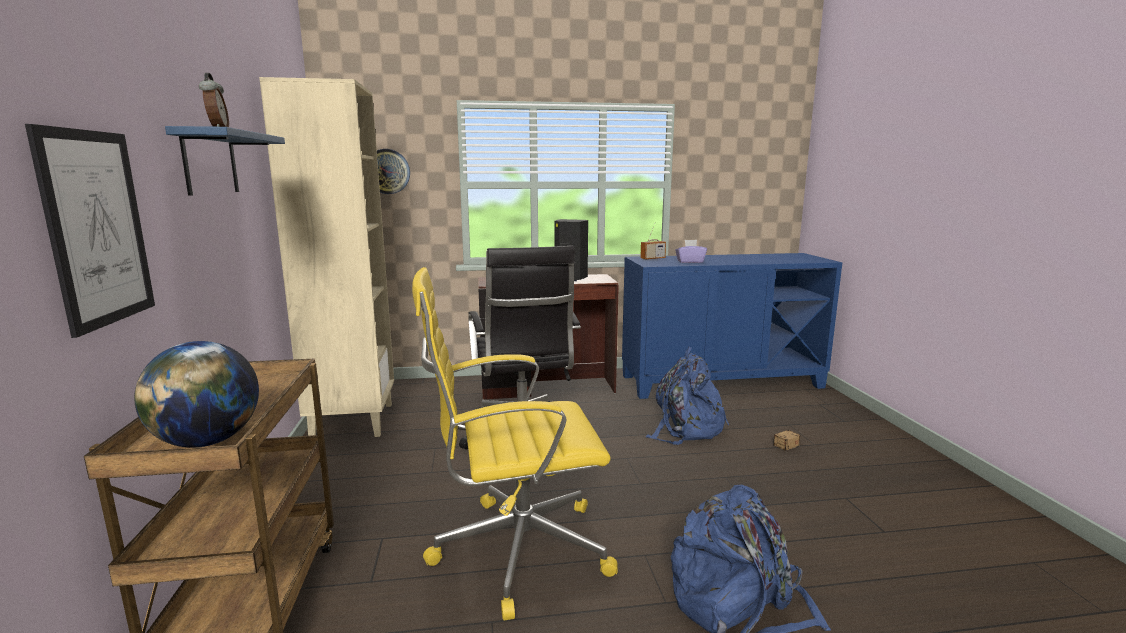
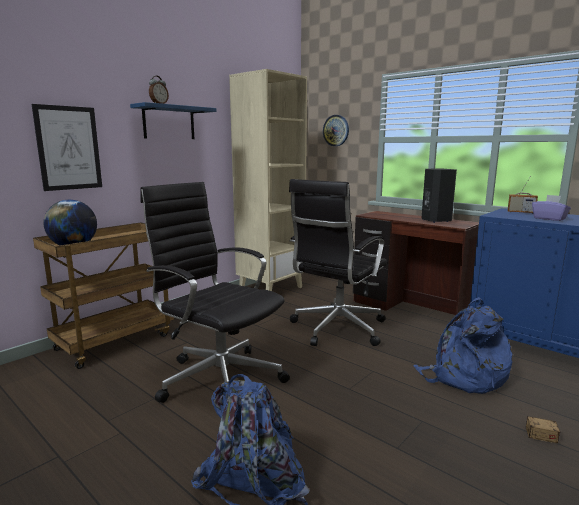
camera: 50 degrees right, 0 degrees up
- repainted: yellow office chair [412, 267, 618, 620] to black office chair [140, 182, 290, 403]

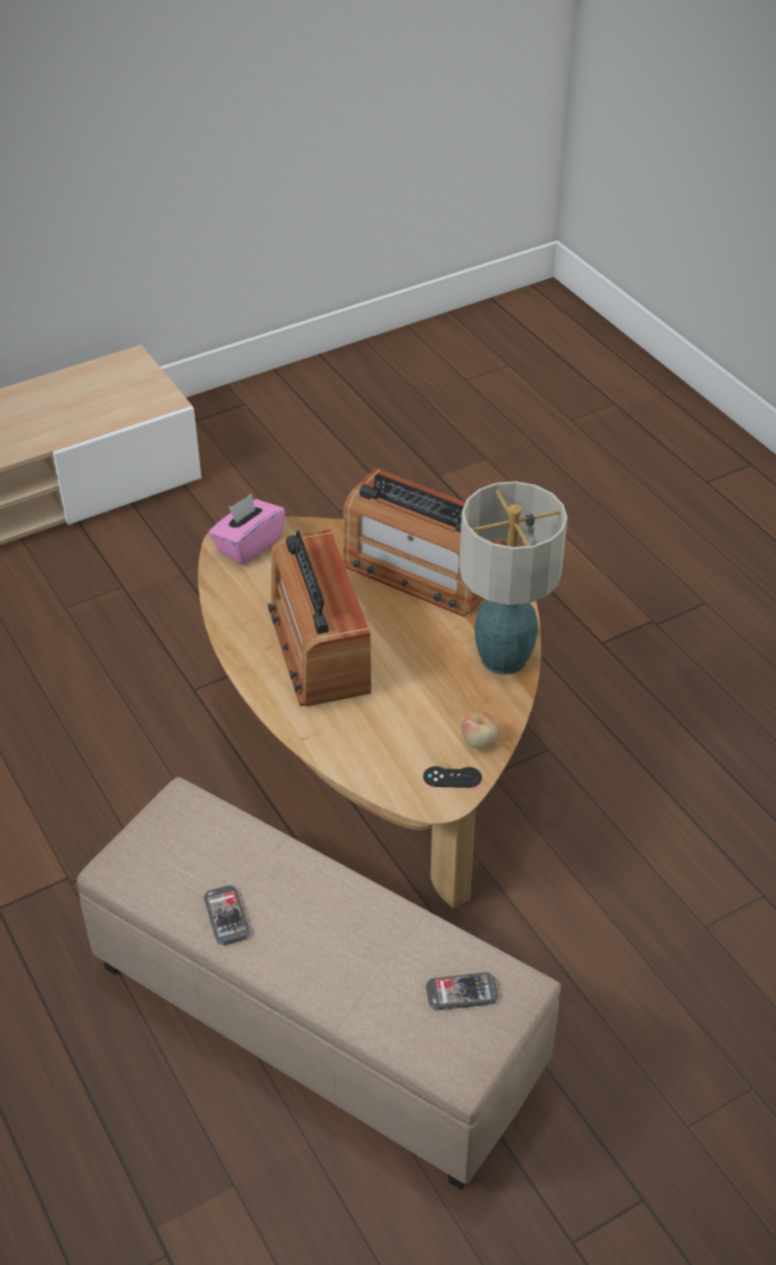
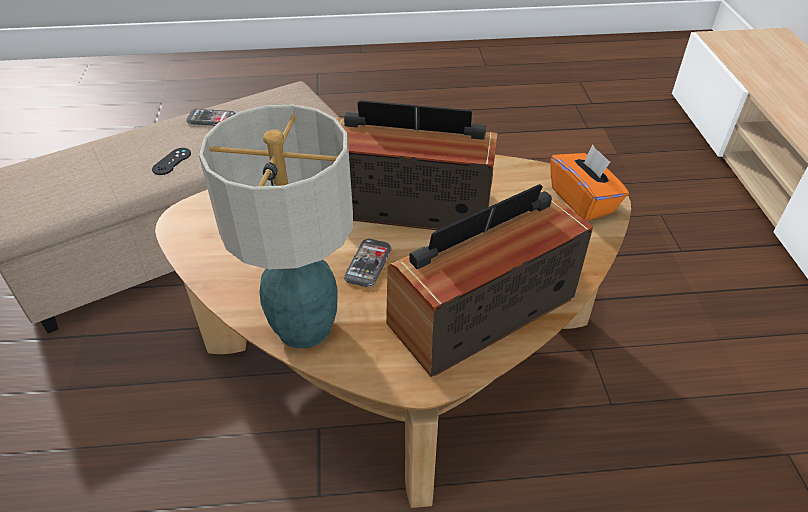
camera: 115 degrees right, 0 degrees up
- repainted: pink tissue box [209, 493, 285, 565] to orange tissue box [550, 144, 629, 221]
- gone: apple [461, 712, 498, 748]
- shifted: black game controller [423, 766, 482, 788] to [152, 148, 191, 175]
- shifted: phone [426, 972, 498, 1010] to [344, 239, 392, 287]

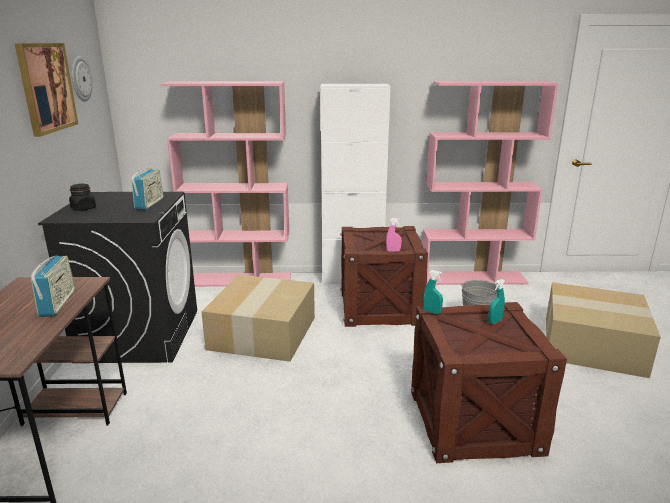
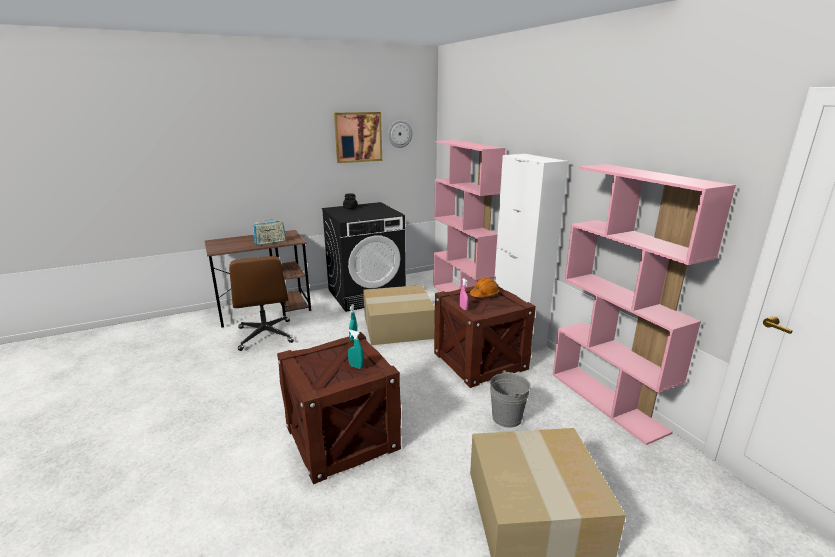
camera: 65 degrees right, 0 degrees up
- gone: radio [131, 169, 163, 210]
- new: brown office chair [229, 256, 294, 351]
- new: orange hard hat [470, 277, 499, 298]

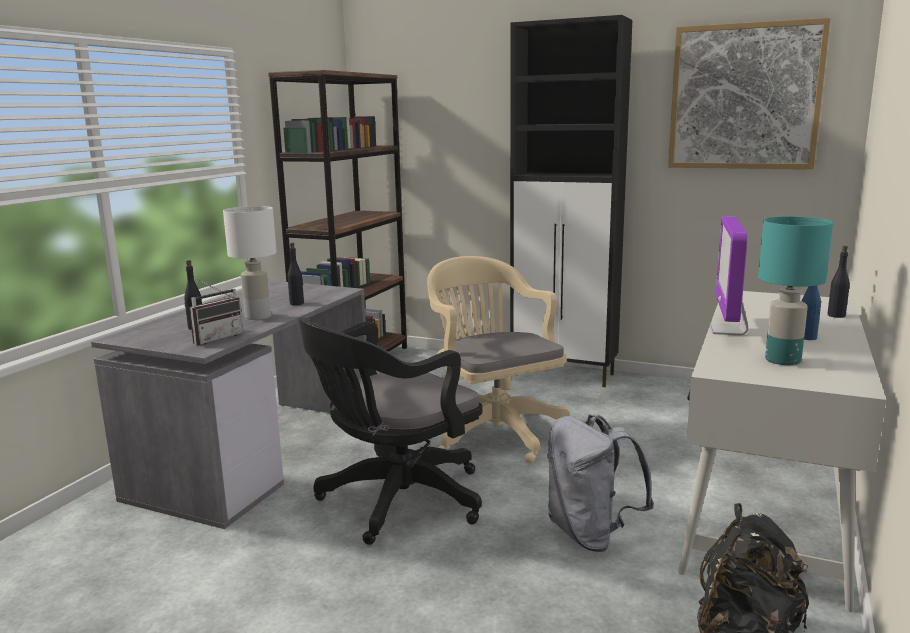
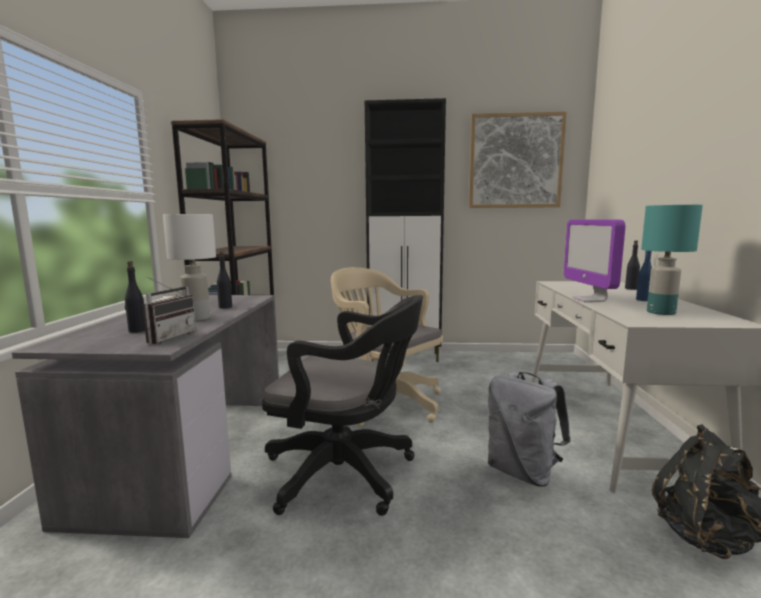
camera: 20 degrees left, 5 degrees down
- rotated: black office chair [298, 318, 483, 545] = [262, 295, 423, 516] 105 degrees counterclockwise

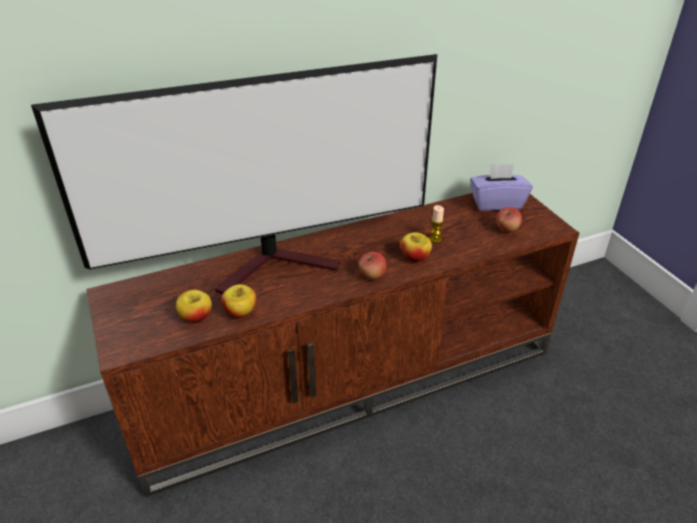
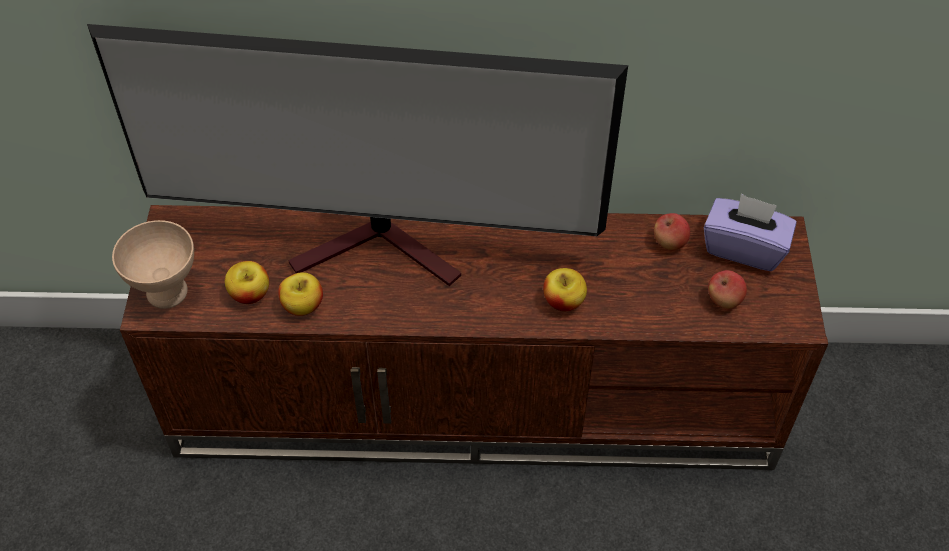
camera: 25 degrees right, 15 degrees up
- gone: candle [429, 205, 444, 243]
- shifted: apple [359, 252, 387, 280] to [654, 213, 690, 250]
- new: beige bowl [112, 220, 194, 309]

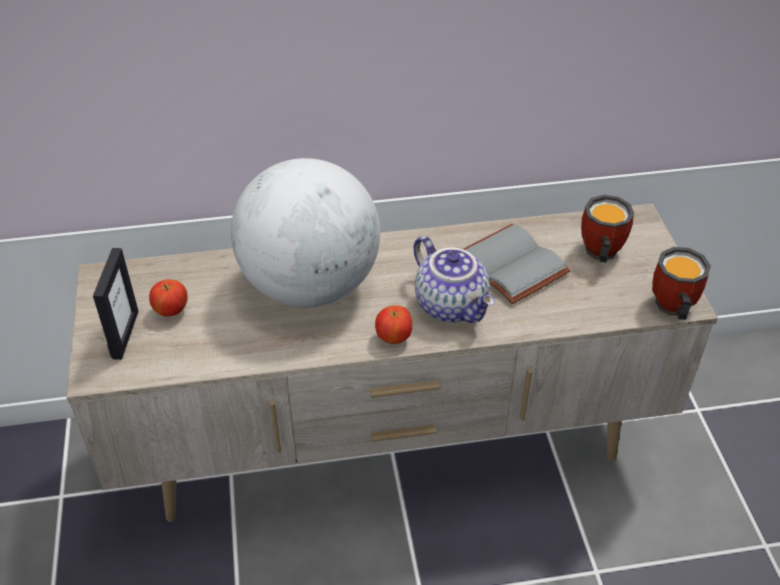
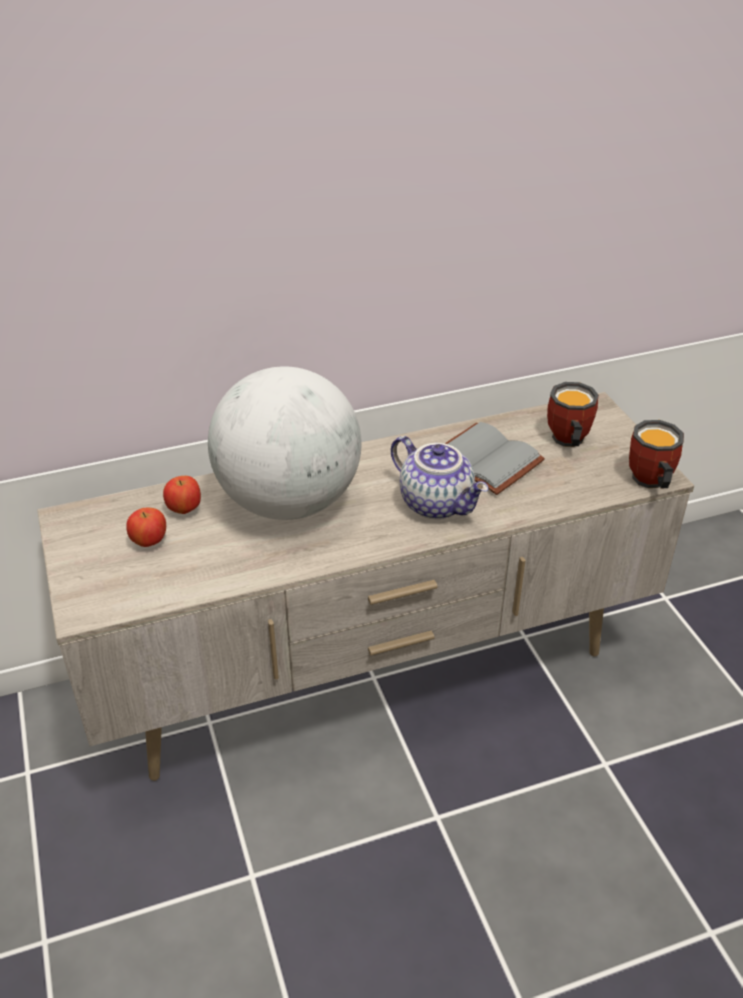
camera: 10 degrees left, 5 degrees down
- gone: picture frame [93, 248, 139, 360]
- shifted: apple [375, 305, 412, 344] to [163, 476, 201, 514]

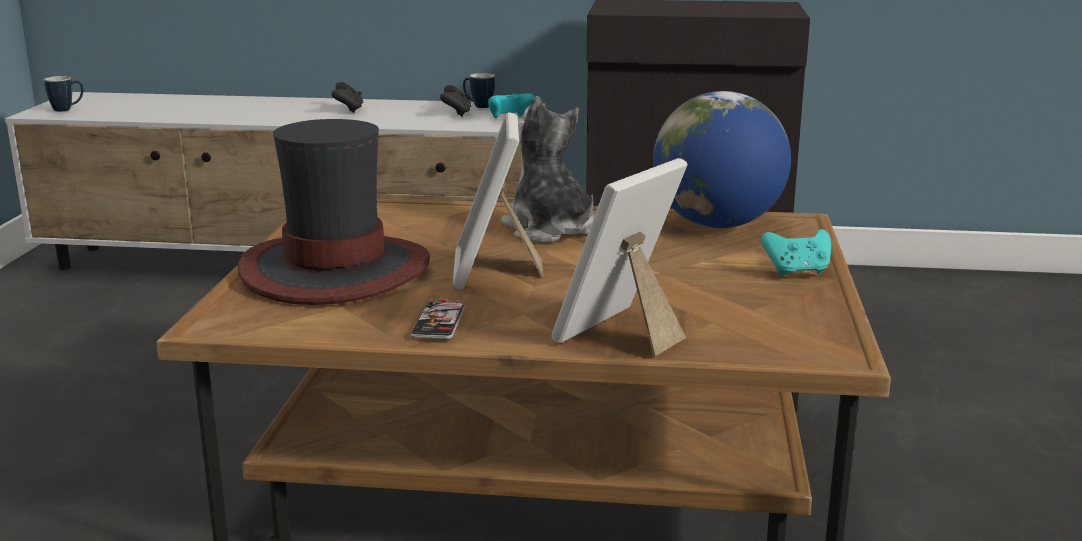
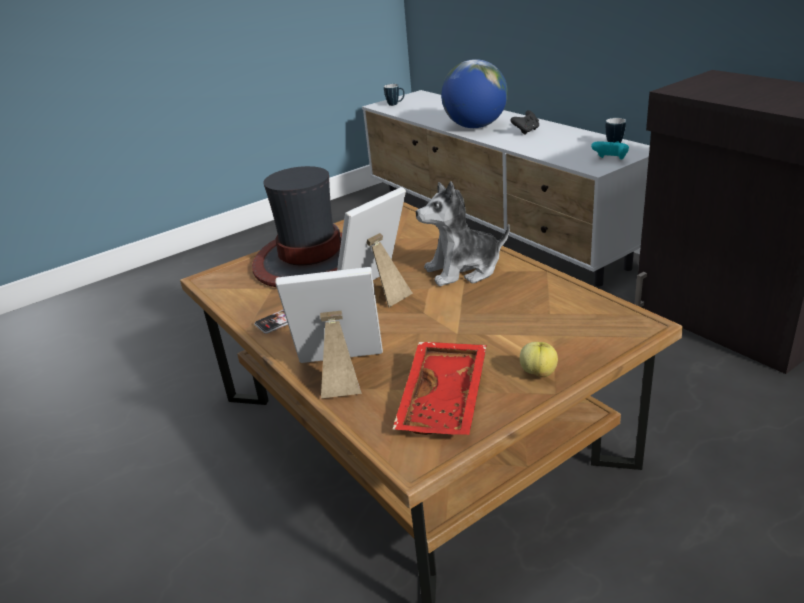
camera: 50 degrees right, 10 degrees up
- gone: black game controller [440, 85, 471, 117]
- shifted: globe [653, 91, 791, 228] to [441, 59, 508, 128]
- rotated: plush toy [501, 96, 594, 243] = [416, 181, 510, 286] 120 degrees counterclockwise
- swapped: turquoise game controller [761, 229, 831, 277] to apple [520, 342, 558, 377]
- new: red tray [392, 342, 487, 435]

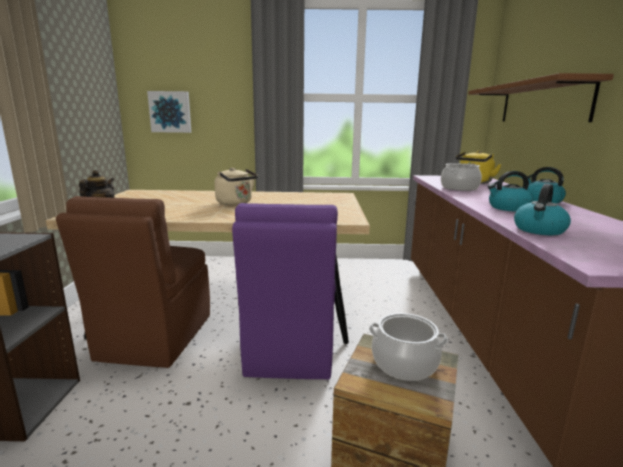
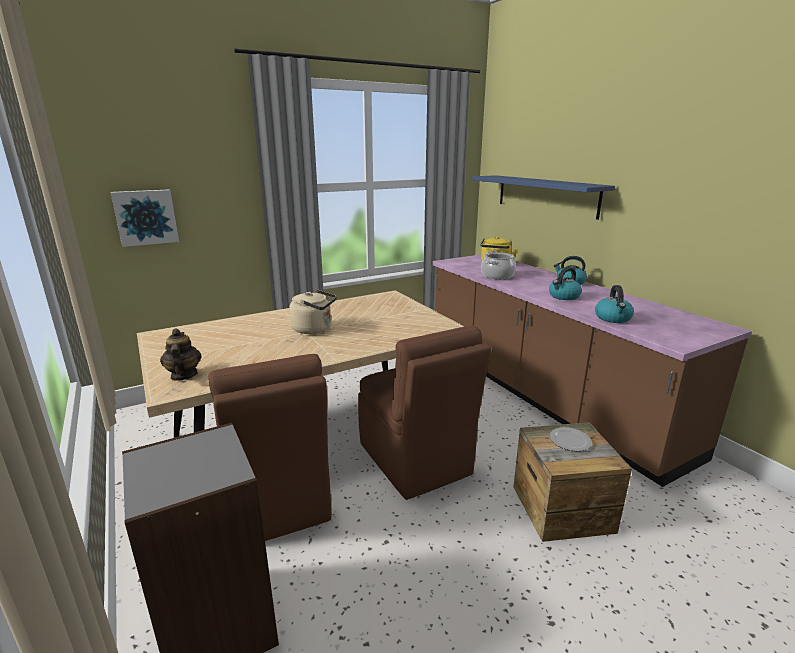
camera: 30 degrees left, 5 degrees up
- repainted: brown shelf [468, 73, 614, 122] to blue shelf [471, 175, 615, 220]
- repainted: purple chair [232, 203, 338, 380] to brown chair [358, 326, 491, 500]
- swapped: cooking pot [369, 313, 448, 381] to plate [550, 427, 592, 451]

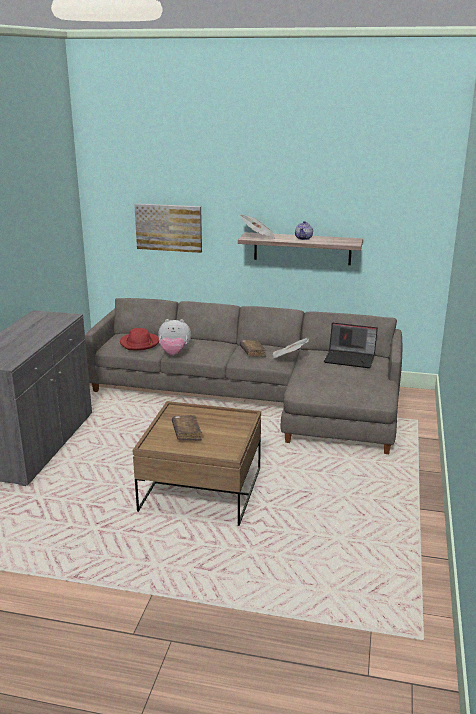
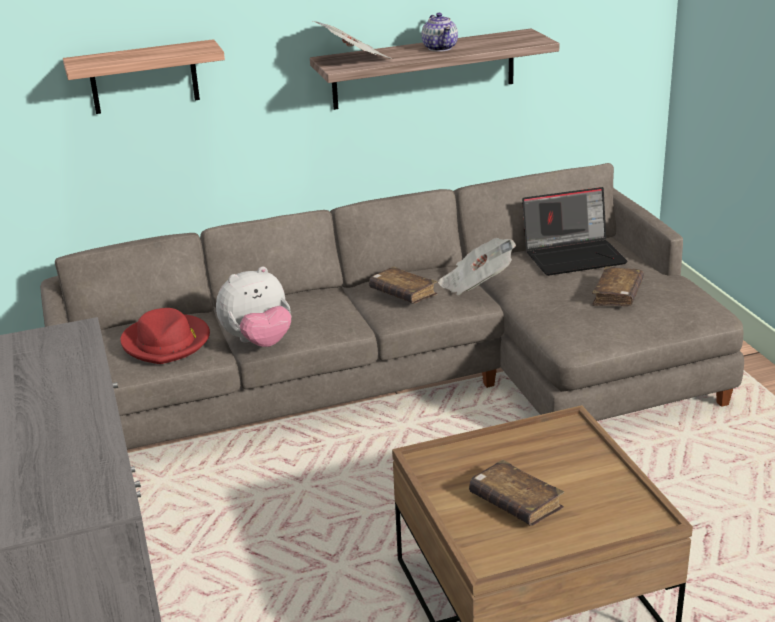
camera: 30 degrees left, 5 degrees up
- swapped: picture [134, 203, 202, 253] to shelf [63, 39, 225, 114]
- new: brown book [592, 266, 644, 306]

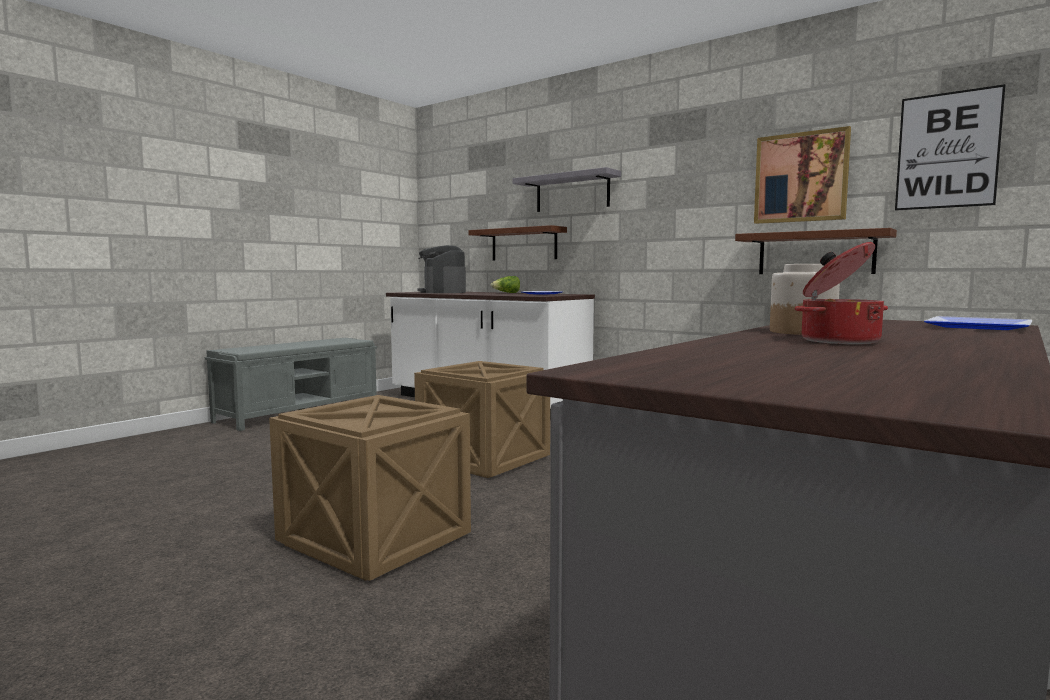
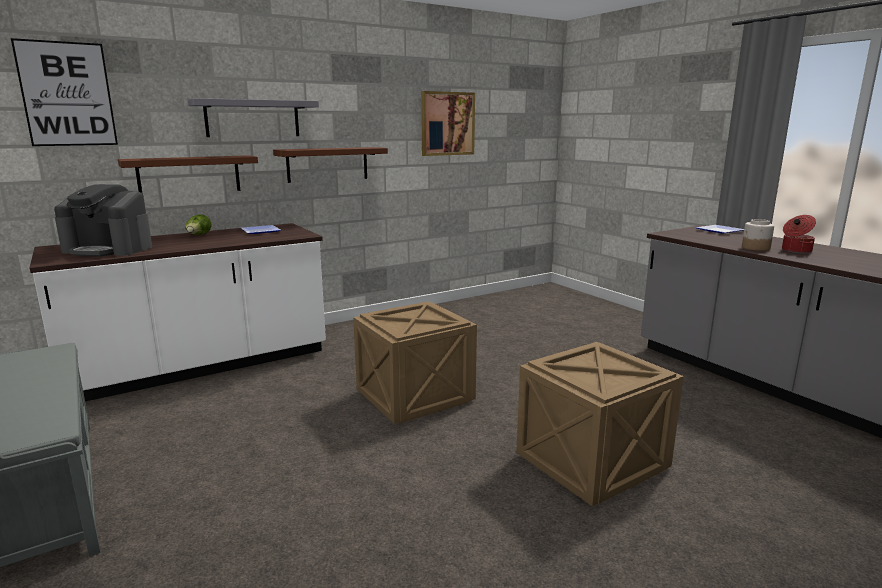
camera: 70 degrees left, 10 degrees up
- shifted: picture [895, 84, 1006, 211] to [11, 38, 118, 146]
- shifted: brown shelf [735, 228, 897, 274] to [273, 147, 388, 183]

